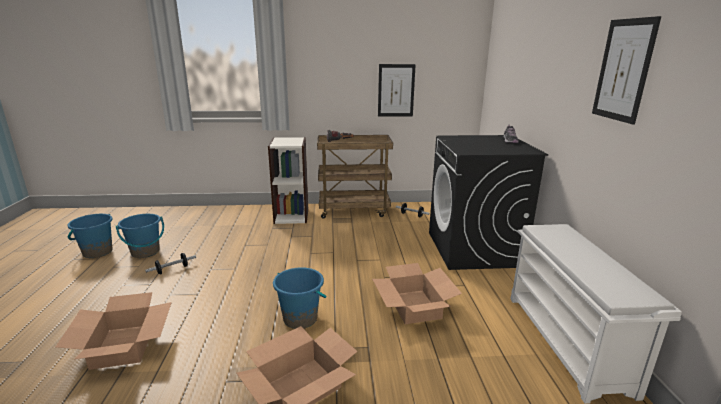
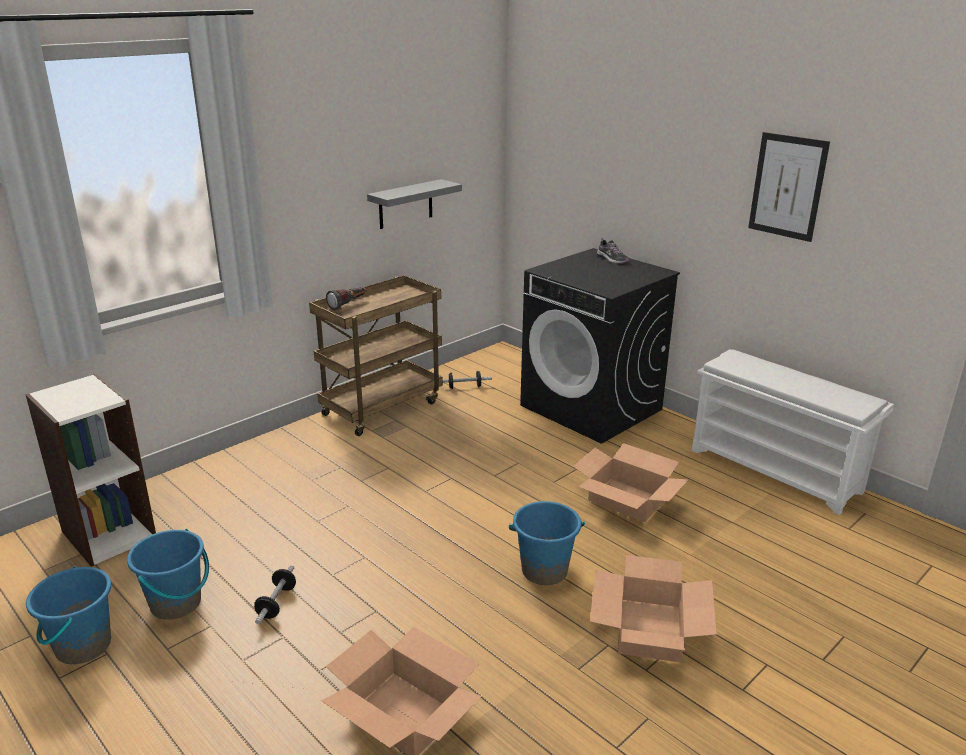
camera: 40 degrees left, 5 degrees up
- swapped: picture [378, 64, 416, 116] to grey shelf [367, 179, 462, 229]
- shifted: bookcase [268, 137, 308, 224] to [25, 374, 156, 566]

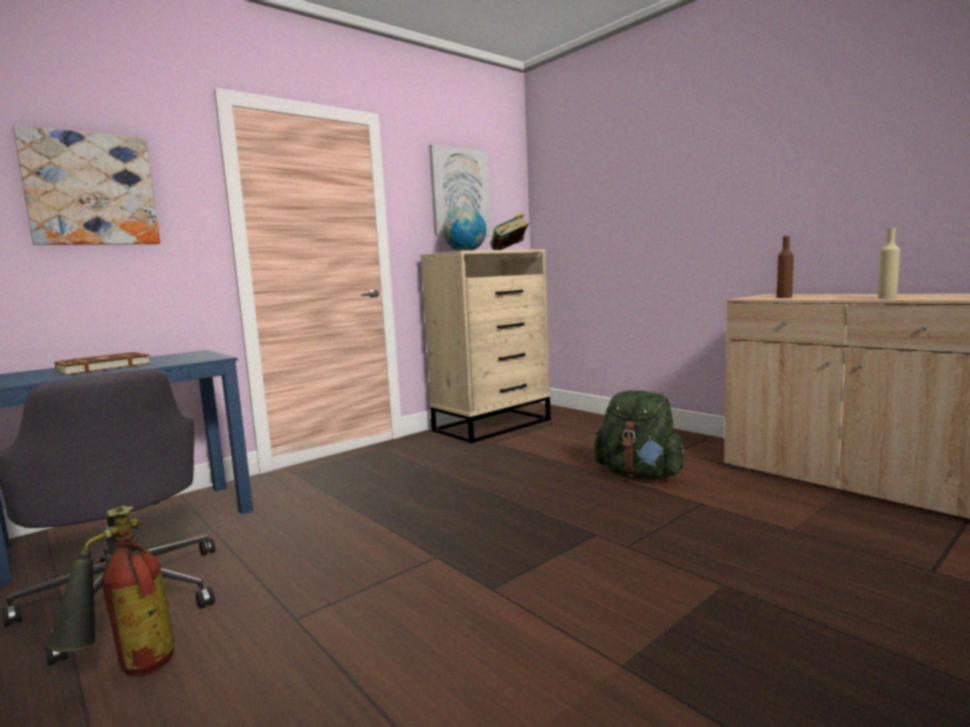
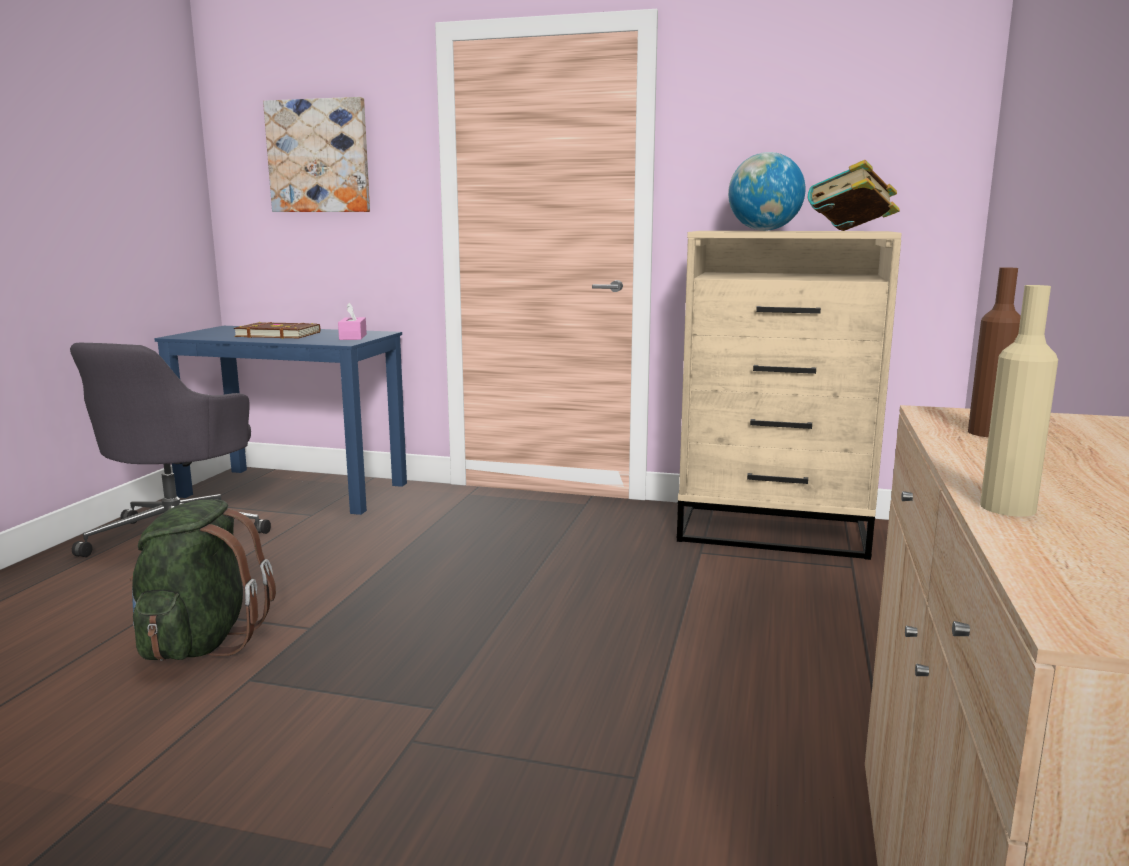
camera: 55 degrees right, 5 degrees up
- gone: picture [429, 144, 492, 236]
- shifted: green backpack [594, 391, 687, 479] to [129, 499, 276, 661]
- gone: fire extinguisher [47, 506, 175, 677]
- new: pink tissue box [338, 302, 367, 340]

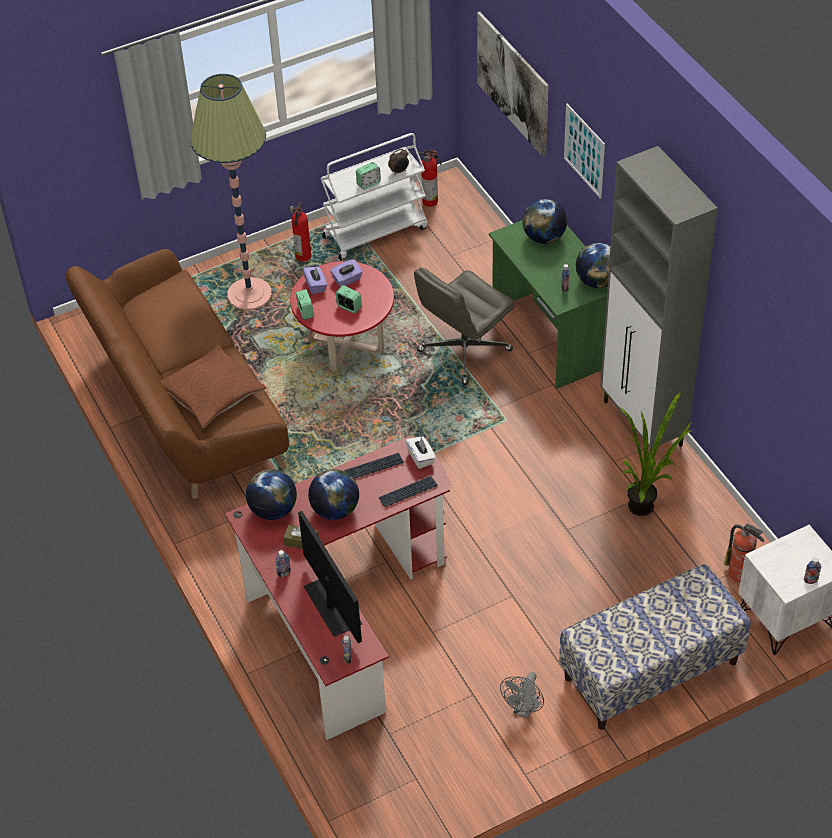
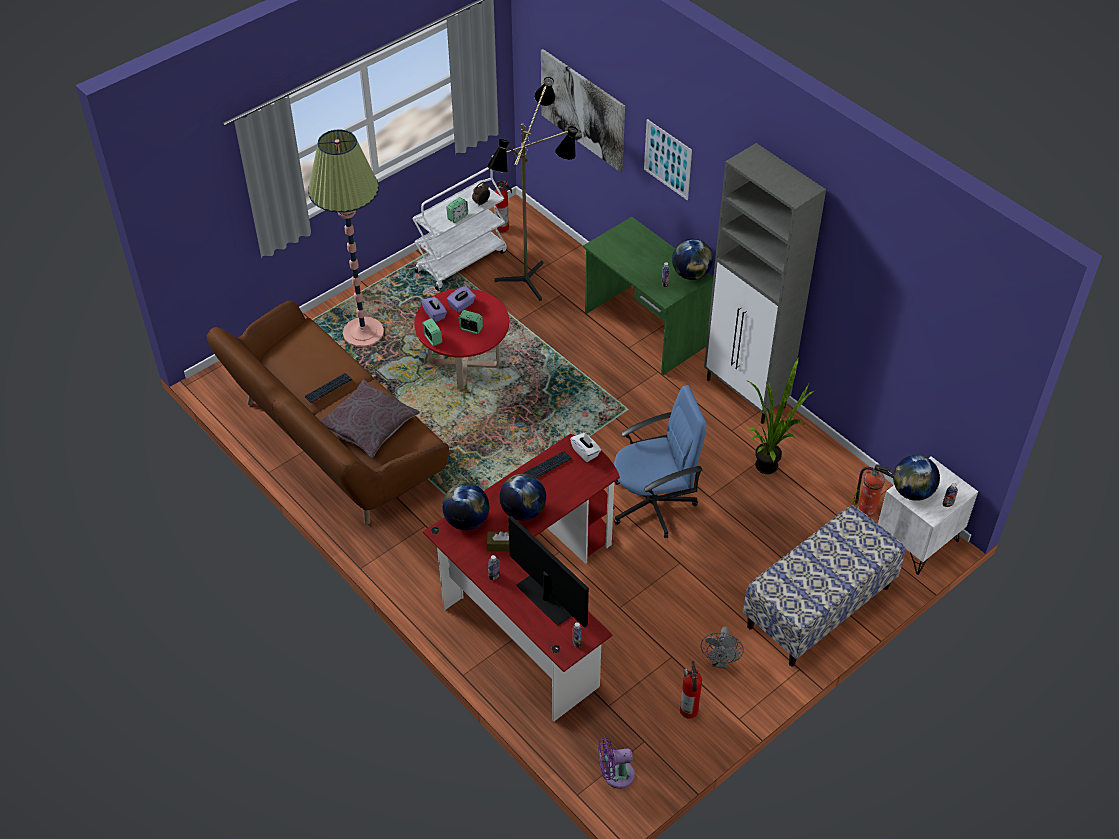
camera: 15 degrees left, 0 degrees up
- shifted: globe [522, 199, 567, 244] to [893, 455, 940, 501]
- shifted: fire extinguisher [290, 202, 311, 262] to [680, 661, 702, 719]
- gone: grey office chair [414, 268, 515, 385]
- repainted: brown pillow [160, 344, 266, 428] to grey pillow [320, 380, 420, 458]
- shifted: keyboard [379, 476, 438, 507] to [304, 373, 352, 403]
- new: floor lamp [487, 77, 578, 301]
- new: blue office chair [614, 385, 707, 538]
- new: purple fan [598, 737, 635, 789]

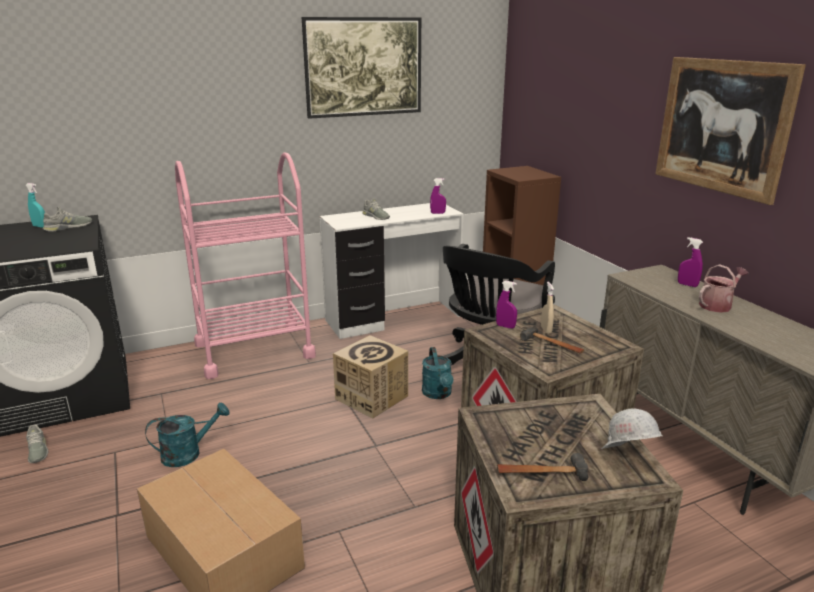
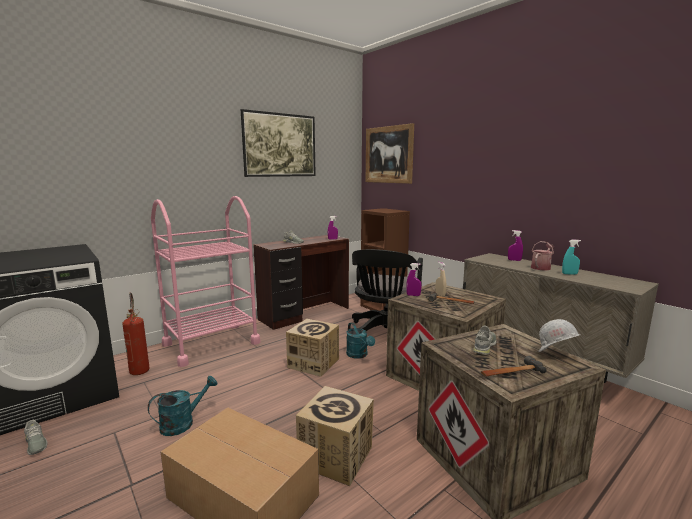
camera: 15 degrees left, 10 degrees down
- shifted: picture [655, 57, 806, 205] to [366, 123, 414, 184]
- shifted: turquoise spray bottle [26, 183, 45, 228] to [562, 240, 581, 275]
- repainted: white desk [320, 203, 463, 339] to brown desk [253, 235, 349, 330]
- shifted: grey shoe [43, 206, 92, 232] to [473, 326, 497, 355]
- new: fire extinguisher [122, 292, 150, 375]
- new: cardboard box [296, 386, 374, 486]

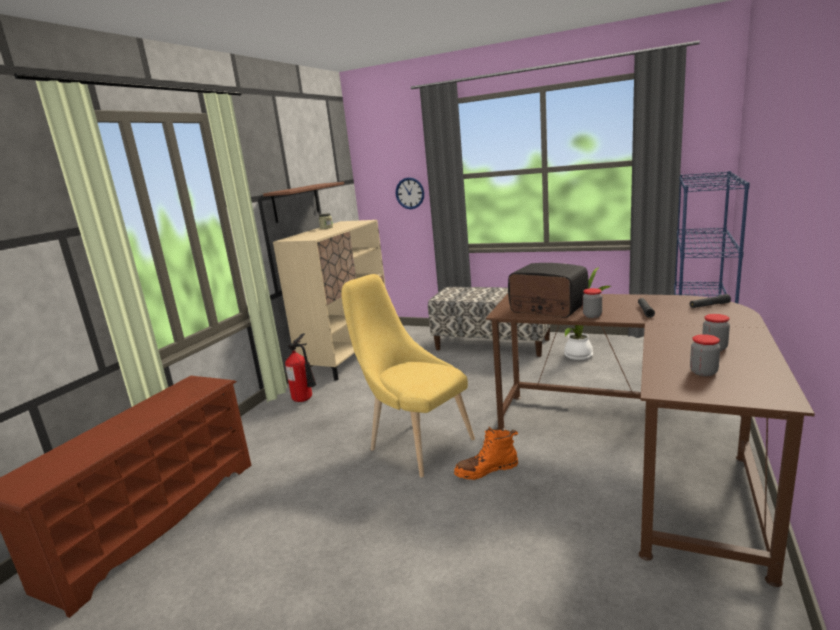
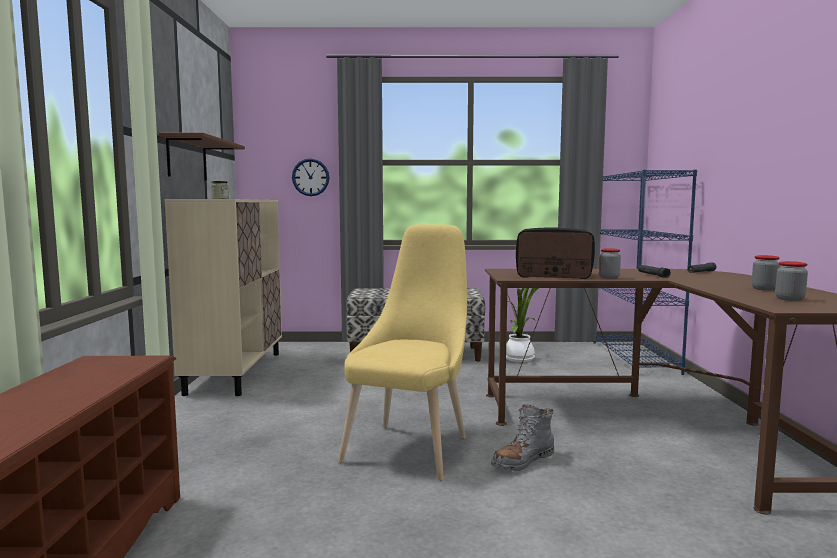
camera: 25 degrees left, 10 degrees down
- rotated: yellow chair [341, 274, 475, 477] = [338, 224, 467, 480] 90 degrees clockwise
- gone: fire extinguisher [285, 333, 317, 402]
- repainted: orange boot [454, 427, 518, 480] to grey boot [491, 404, 554, 471]

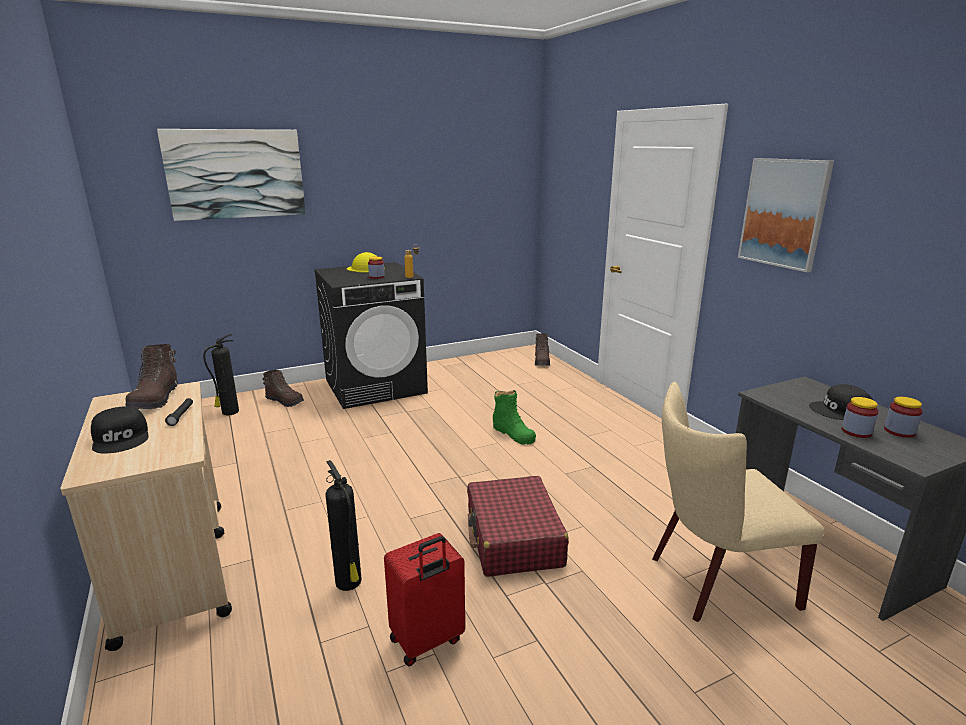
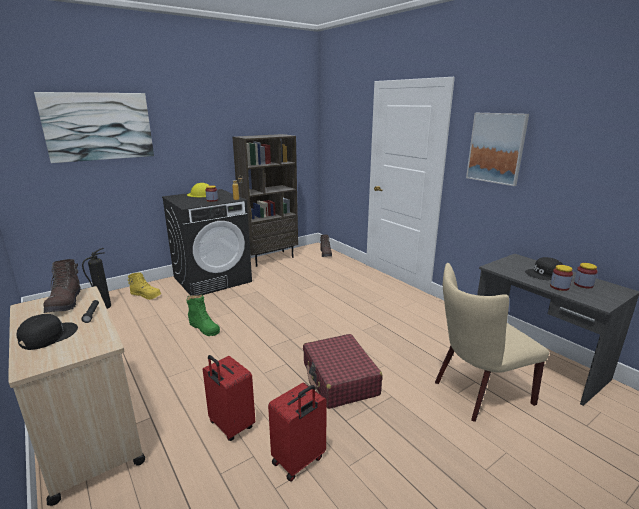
camera: 10 degrees left, 0 degrees up
- repainted: brown boot [263, 370, 304, 407] to yellow boot [128, 272, 161, 300]
- shifted: green boot [493, 390, 536, 445] to [186, 294, 220, 336]
- rotated: black cap [91, 406, 149, 454] = [17, 314, 78, 350] 105 degrees counterclockwise
- swapped: fire extinguisher [325, 460, 362, 591] to red suitcase [203, 355, 255, 441]
- new: brown bookcase [233, 134, 298, 267]

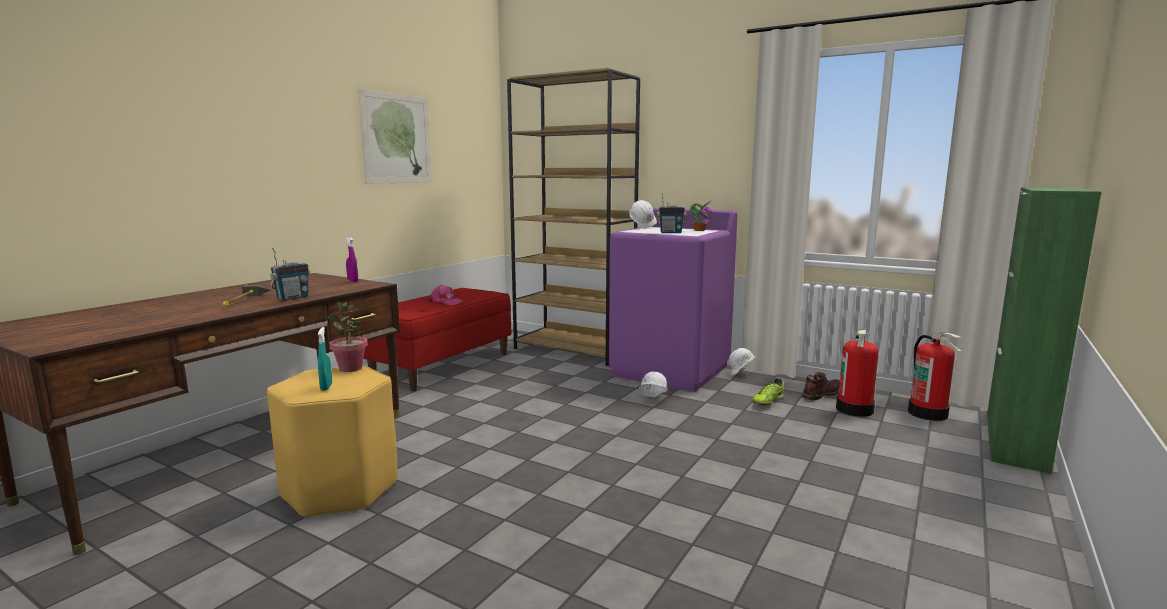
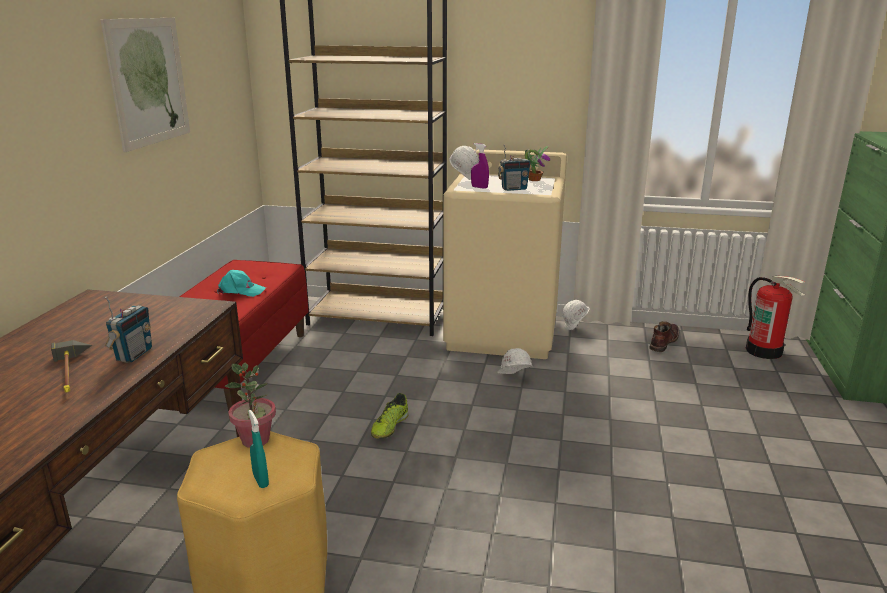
camera: 20 degrees left, 10 degrees up
- repainted: purple washing machine [609, 208, 738, 392] to beige washing machine [443, 149, 567, 359]
- shifted: purple spray bottle [346, 237, 358, 282] to [471, 143, 489, 189]
- repainted: pink cap [428, 285, 465, 306] to turquoise cap [217, 270, 266, 297]
- gone: fire extinguisher [836, 329, 879, 417]
- shifted: shoe [752, 378, 783, 406] to [371, 393, 409, 439]

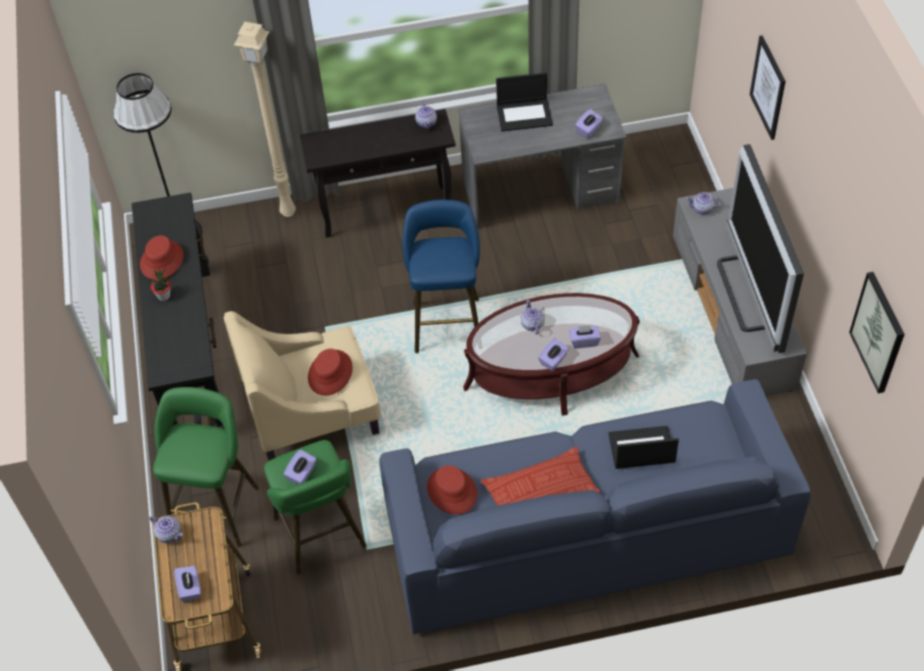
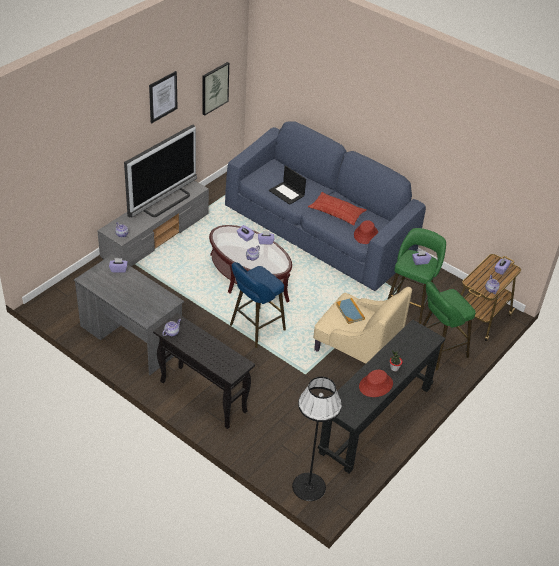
camera: 135 degrees left, 10 degrees down
- gone: beige floor lamp [234, 22, 296, 217]
- shifted: picture [750, 35, 786, 140] to [149, 71, 178, 123]
- gone: laptop [496, 72, 553, 132]
- swapped: red hat [308, 349, 353, 396] to book [336, 298, 365, 324]

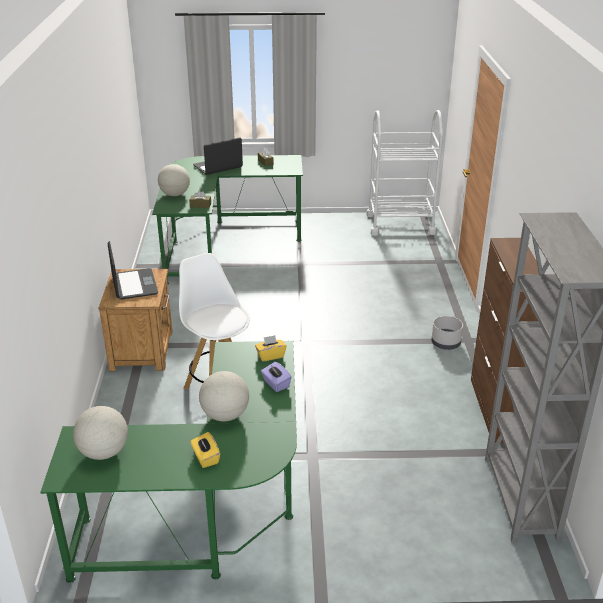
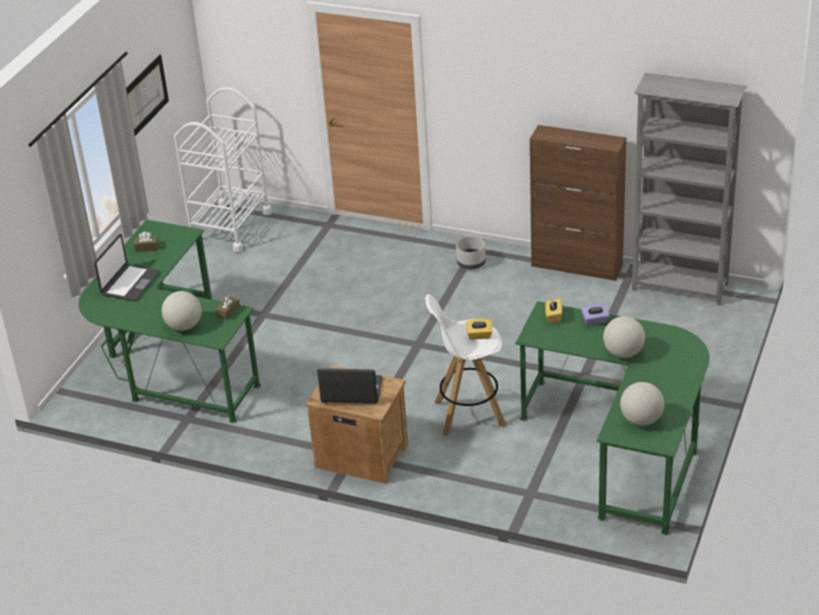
camera: 65 degrees left, 5 degrees up
- rotated: laptop [193, 137, 243, 175] = [94, 234, 160, 301] 150 degrees counterclockwise
- shifted: yellow tissue box [190, 432, 220, 468] to [466, 319, 492, 340]
- new: picture [126, 55, 169, 136]

